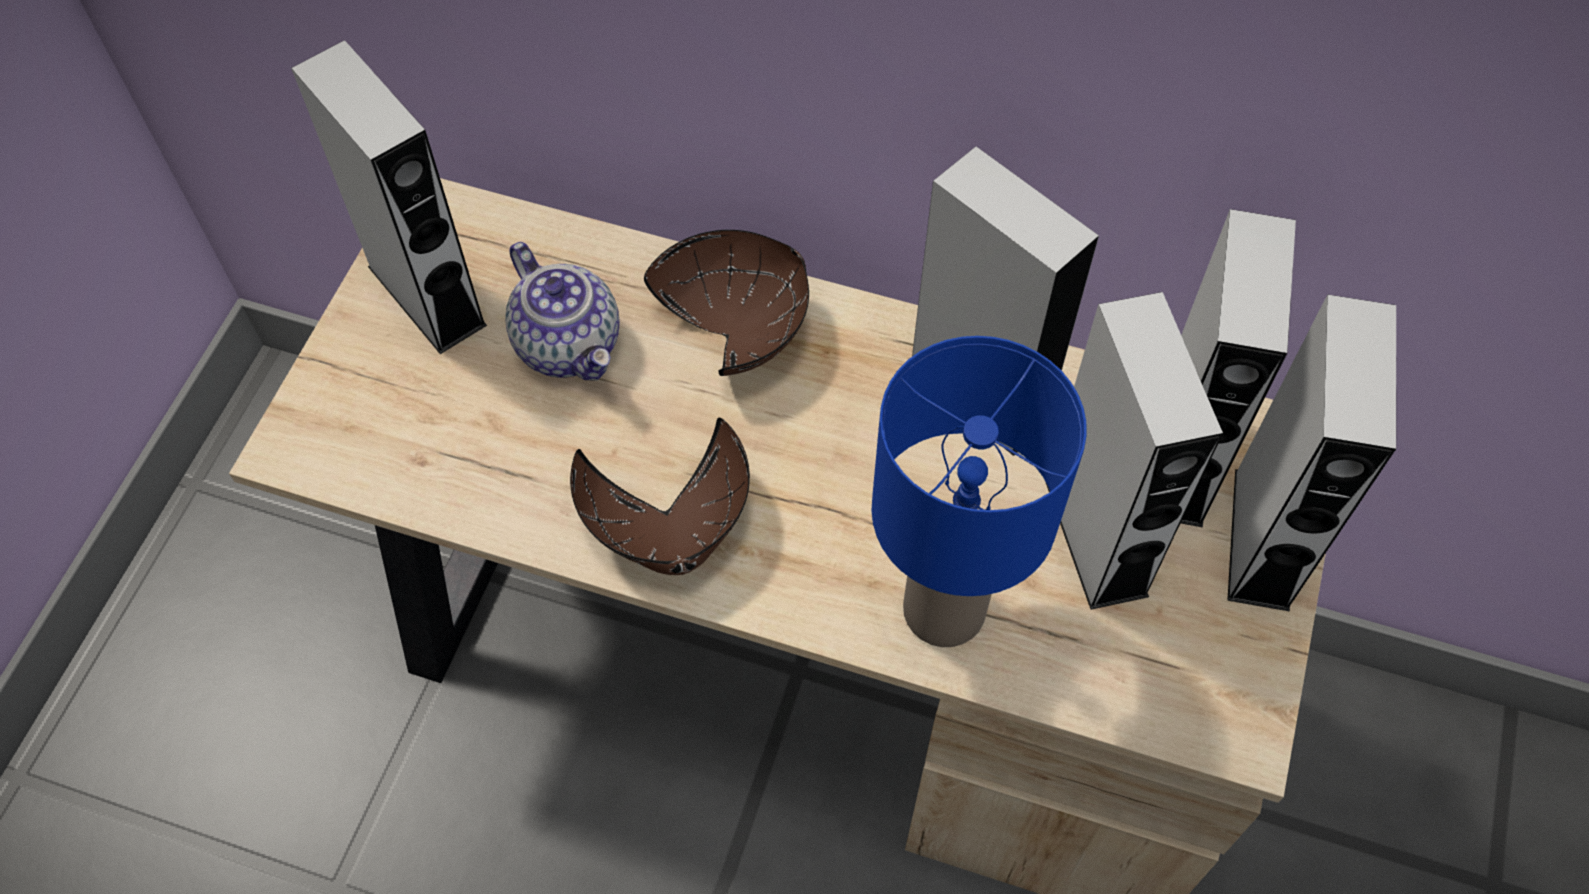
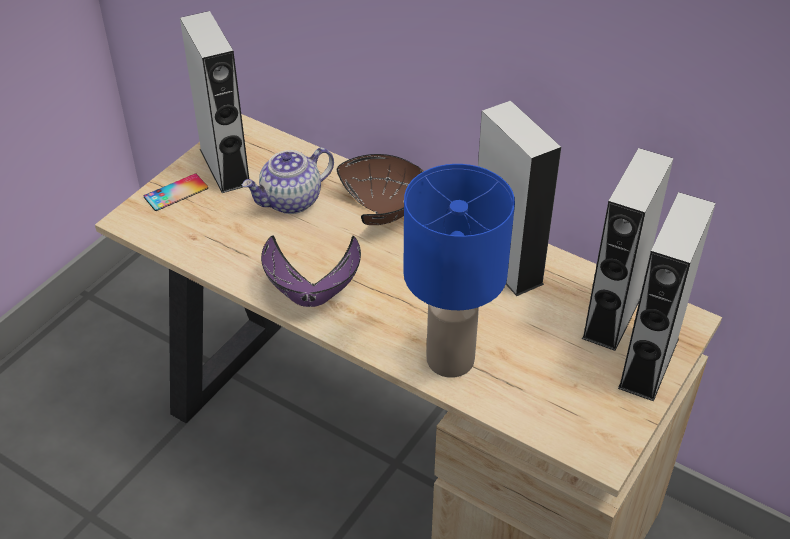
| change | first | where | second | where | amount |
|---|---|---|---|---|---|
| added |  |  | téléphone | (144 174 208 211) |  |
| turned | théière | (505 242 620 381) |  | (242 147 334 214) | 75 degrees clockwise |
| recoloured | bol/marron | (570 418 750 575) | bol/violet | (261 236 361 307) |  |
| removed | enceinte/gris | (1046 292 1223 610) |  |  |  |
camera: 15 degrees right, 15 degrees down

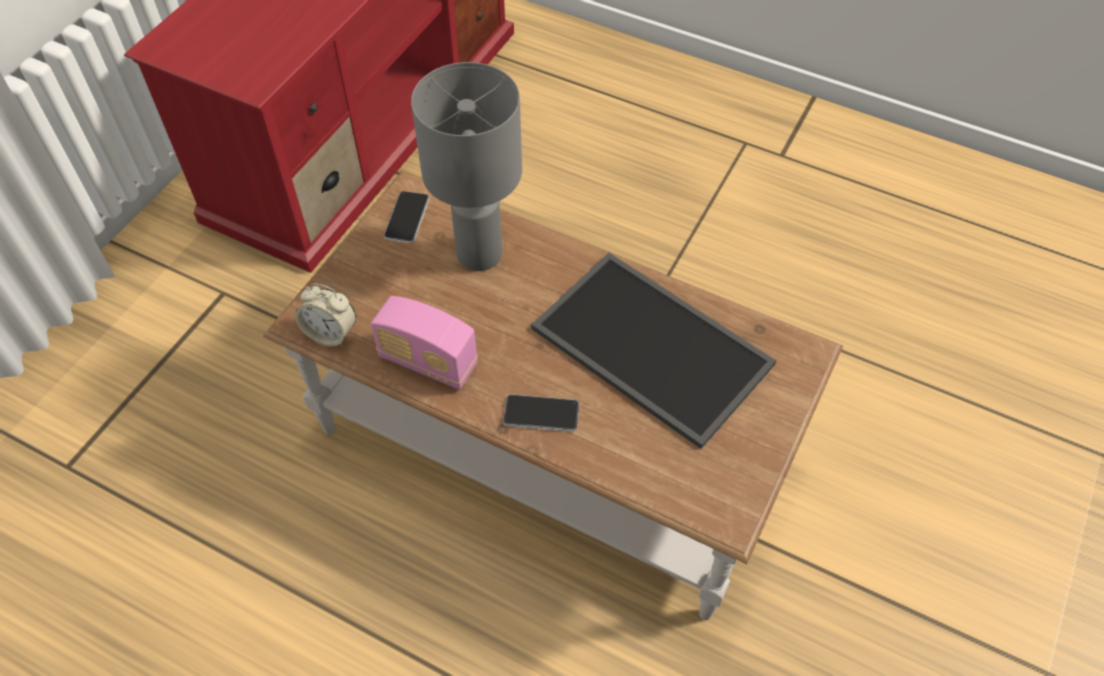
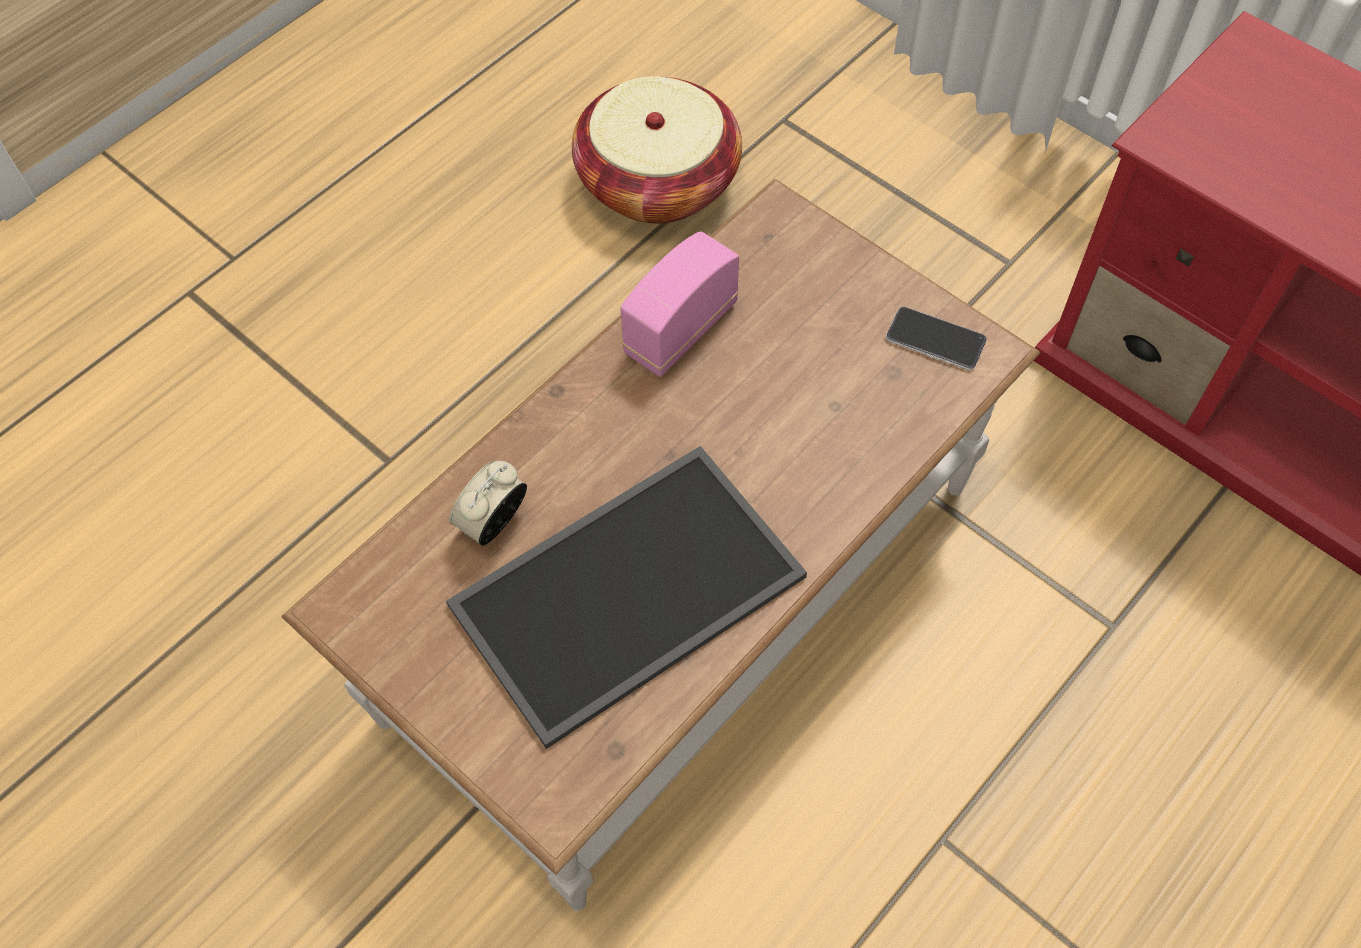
| change | first | where | second | where | amount |
|---|---|---|---|---|---|
| moved | réveil | (295 283 356 346) |  | (449 461 527 546) |  |
| added |  |  | panier | (572 76 742 224) |  |
| removed | lampe de table/gris | (411 62 522 271) |  |  |  |
| removed | téléphone | (503 394 580 432) |  |  |  |
camera: 105 degrees right, 5 degrees up

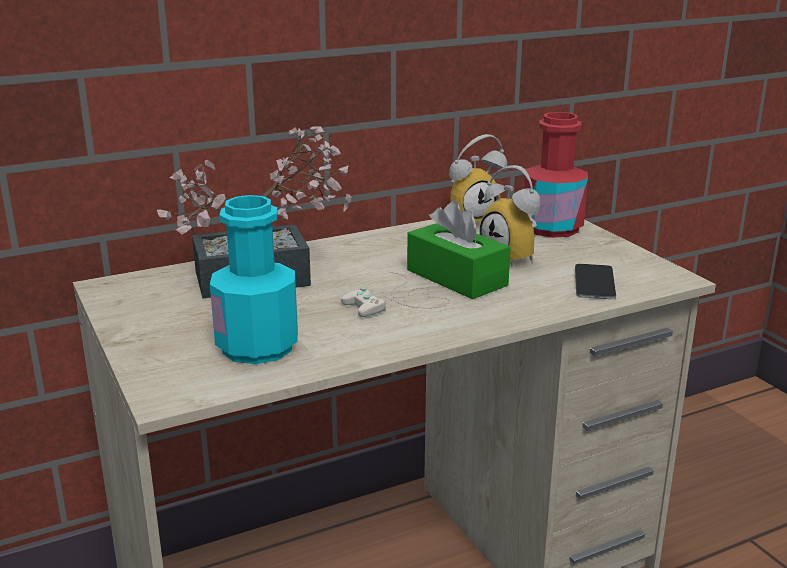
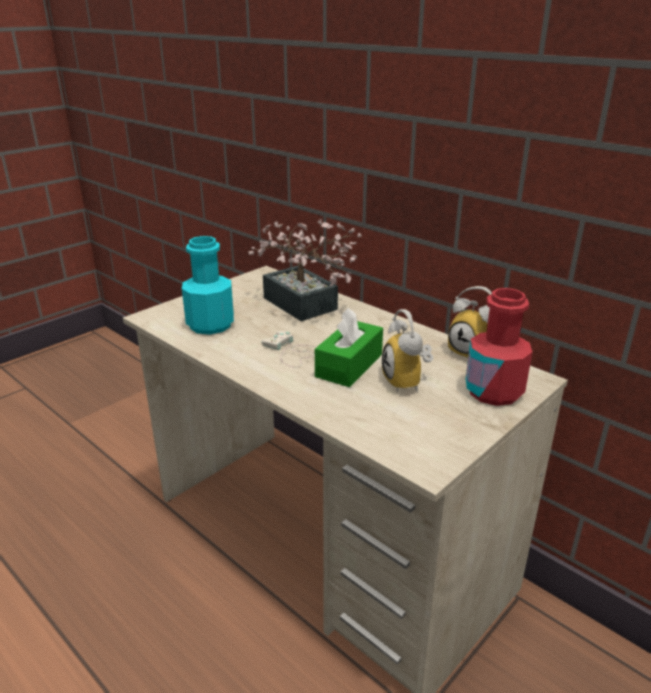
| change | first | where | second | where | amount |
|---|---|---|---|---|---|
| turned | réveil | (479 165 540 267) |  | (382 309 433 393) | 45 degrees counterclockwise |
| removed | téléphone | (575 264 616 299) |  |  |  |
camera: 70 degrees right, 5 degrees up

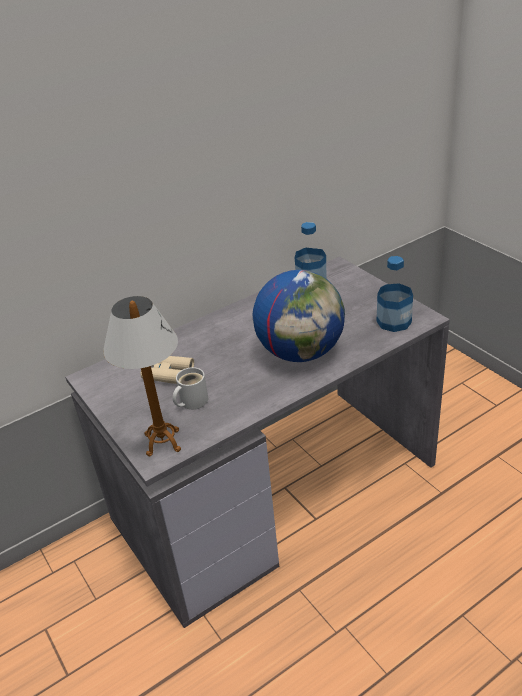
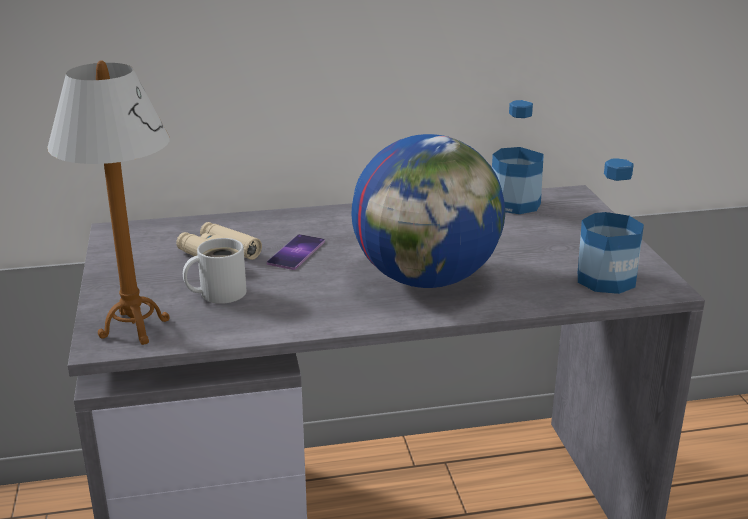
| change | first | where | second | where | amount |
|---|---|---|---|---|---|
| added |  |  | téléphone | (267 234 325 270) |  |
camera: 20 degrees right, 10 degrees down

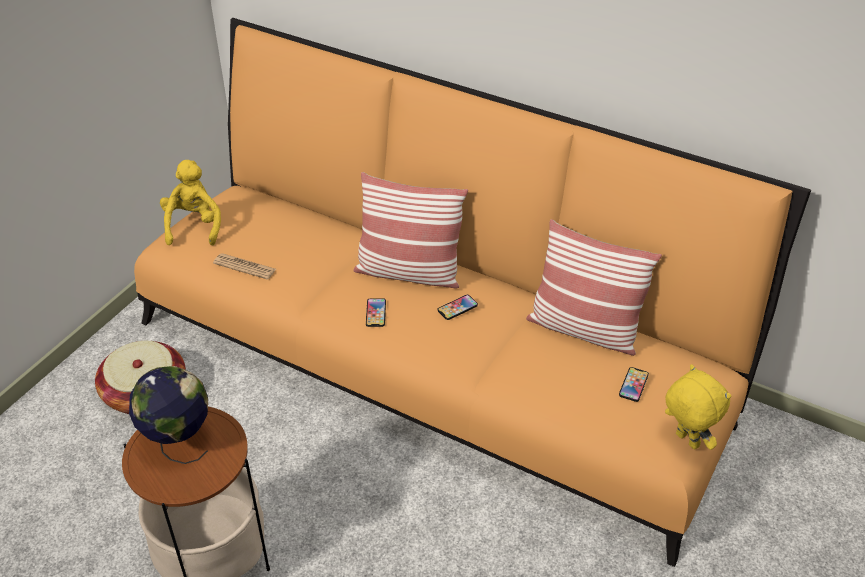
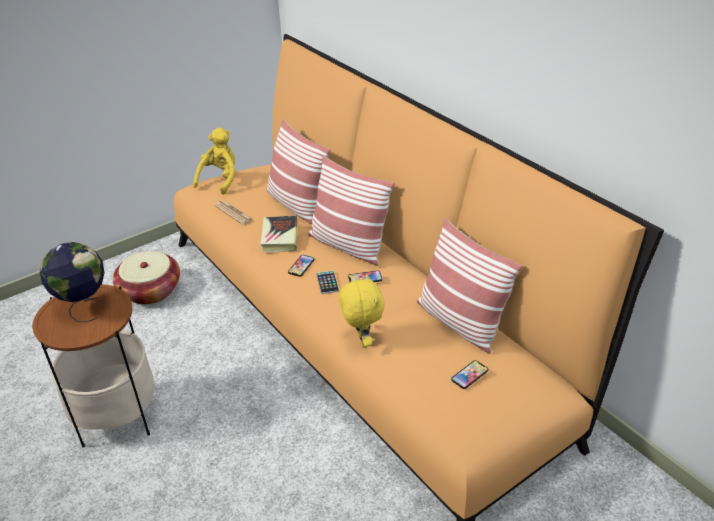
| change | first | where | second | where | amount |
|---|---|---|---|---|---|
| added |  |  | livre | (260 216 297 252) |  |
| added |  |  | coussin | (266 119 331 225) |  |
| added |  |  | téléphone | (316 270 339 294) |  |
| moved | peluche/jaune | (665 364 731 450) |  | (339 274 385 348) |  |
camera: 25 degrees right, 5 degrees down

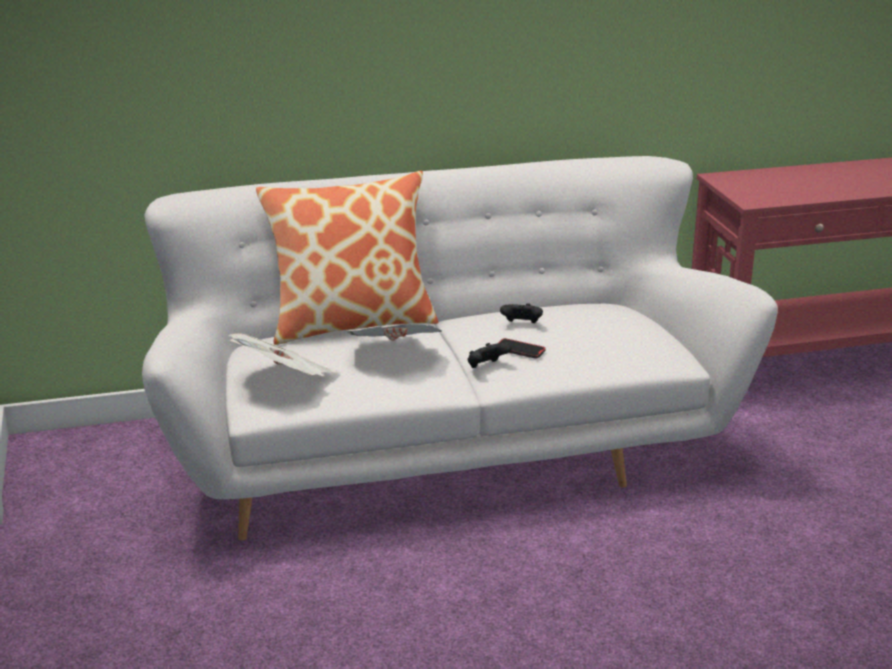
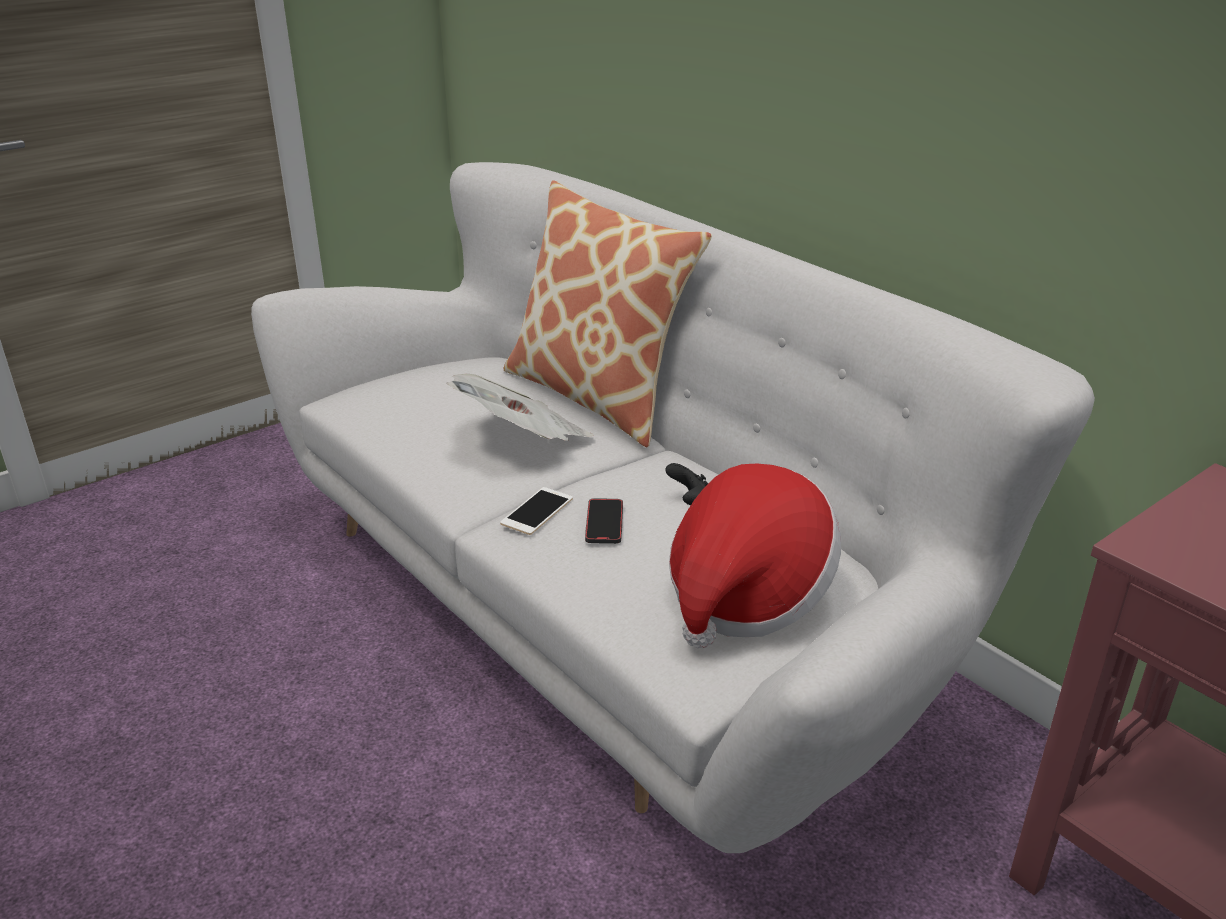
| change | first | where | second | where | amount |
|---|---|---|---|---|---|
| replaced | manette/noir | (467 343 512 368) | téléphone | (500 487 573 535) |  |
| added |  |  | chapeau | (669 464 841 648) |  |
| removed | journal | (229 333 339 376) |  |  |  |
camera: 65 degrees right, 5 degrees up

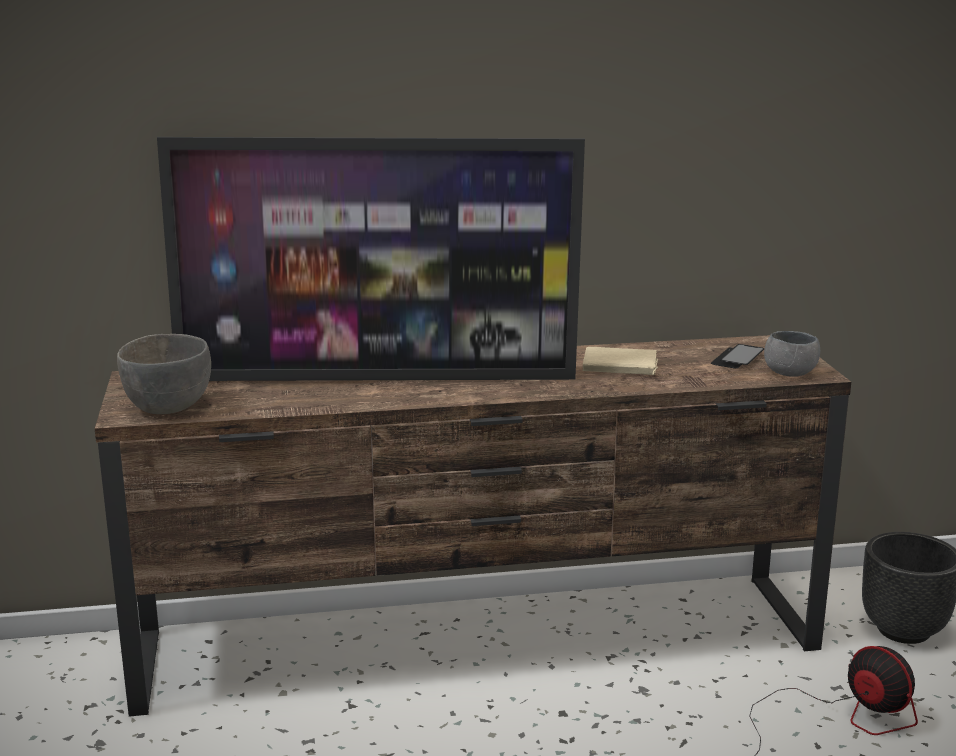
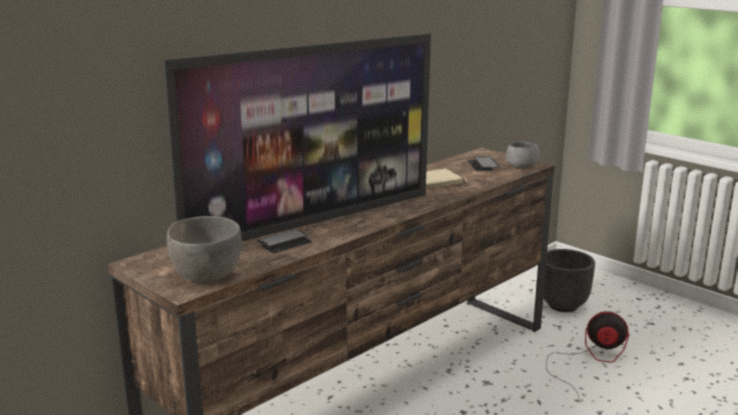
| change | first | where | second | where | amount |
|---|---|---|---|---|---|
| added |  |  | téléphone | (258 229 312 253) |  |
camera: 35 degrees left, 0 degrees up

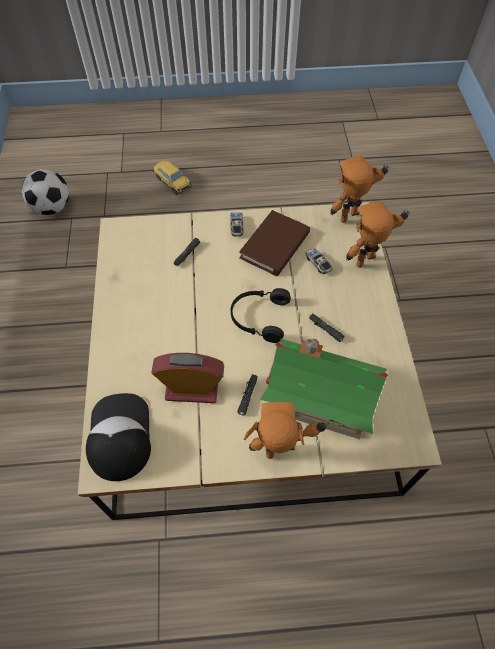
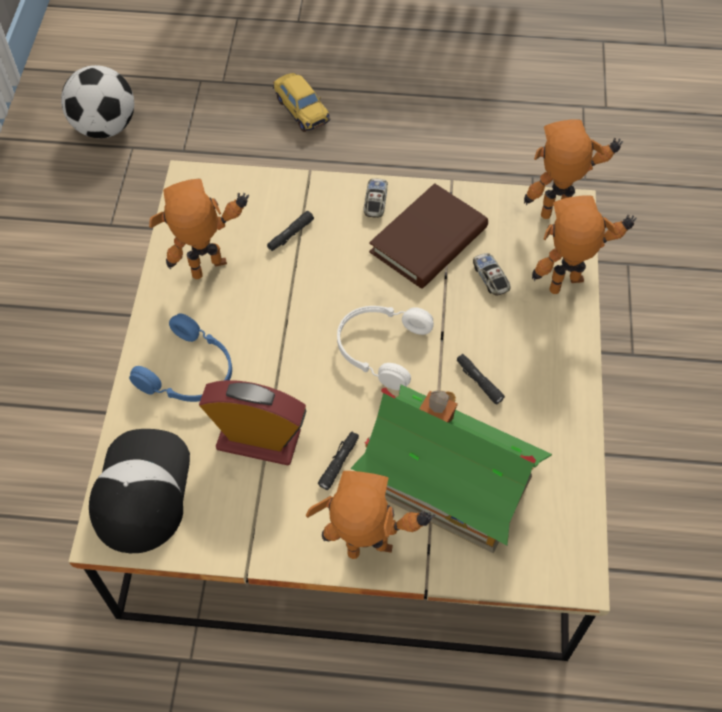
| change | first | where | second | where | amount |
|---|---|---|---|---|---|
| added |  |  | casque audio/bleu | (129 313 232 402) |  |
| added |  |  | robot jouet | (149 179 249 279) |  |
| recoloured | casque audio/noir | (231 288 291 343) | casque audio/blanc | (337 306 434 390) |  |
camera: 10 degrees right, 0 degrees up

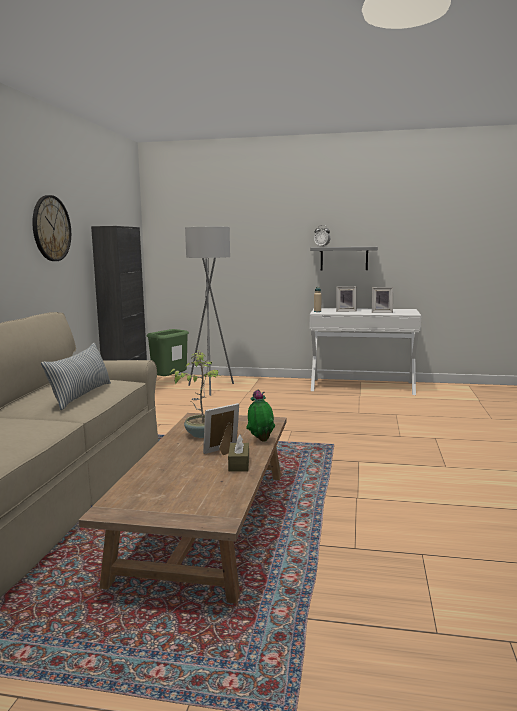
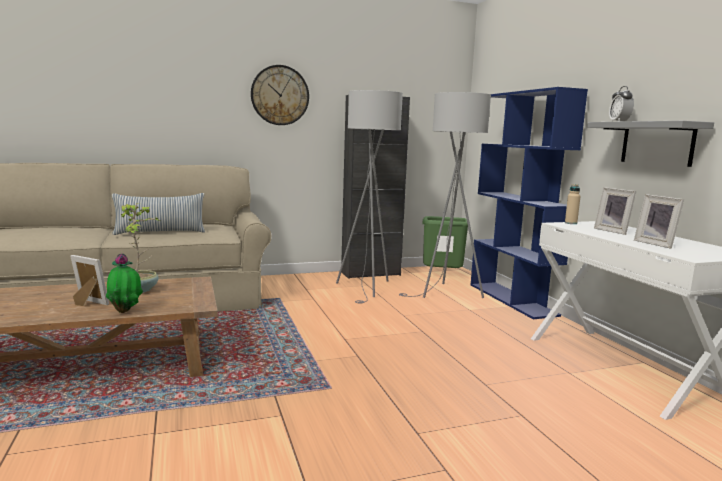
| change | first | where | second | where | amount |
|---|---|---|---|---|---|
| added |  |  | lampadaire/gris | (336 90 403 304) |  |
| added |  |  | bibliothèque/bleu | (471 87 588 319) |  |
| removed | boîte à mouchoirs/marron | (228 435 249 472) |  |  |  |
camera: 60 degrees right, 0 degrees up

